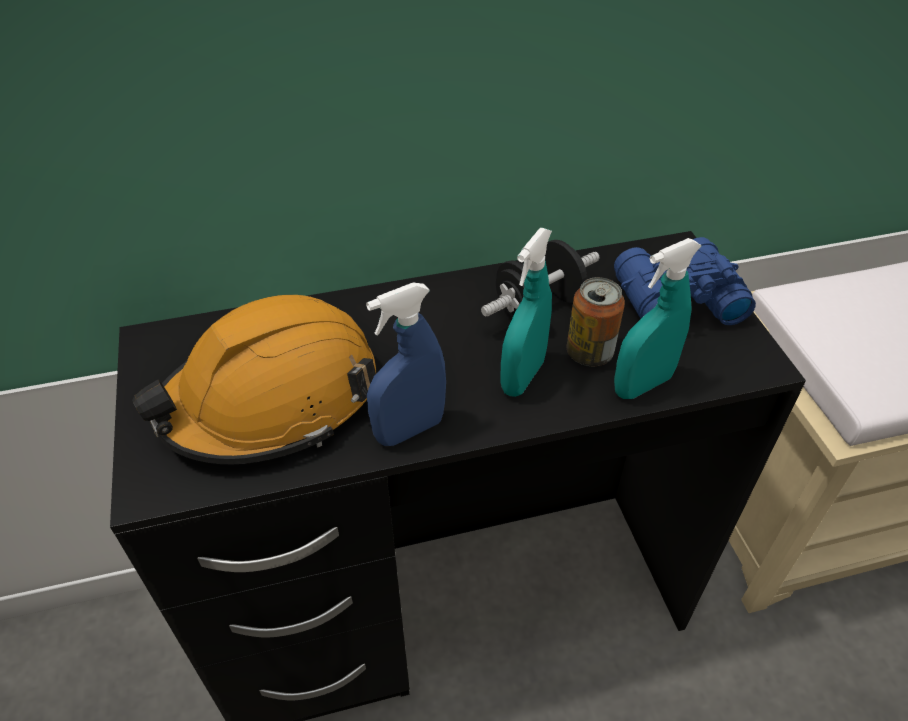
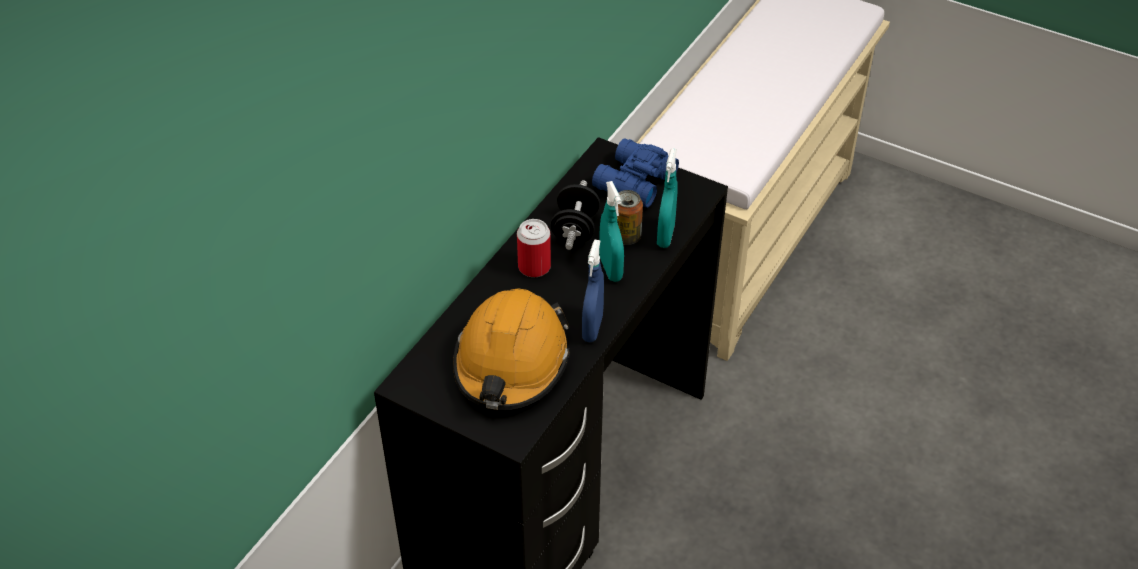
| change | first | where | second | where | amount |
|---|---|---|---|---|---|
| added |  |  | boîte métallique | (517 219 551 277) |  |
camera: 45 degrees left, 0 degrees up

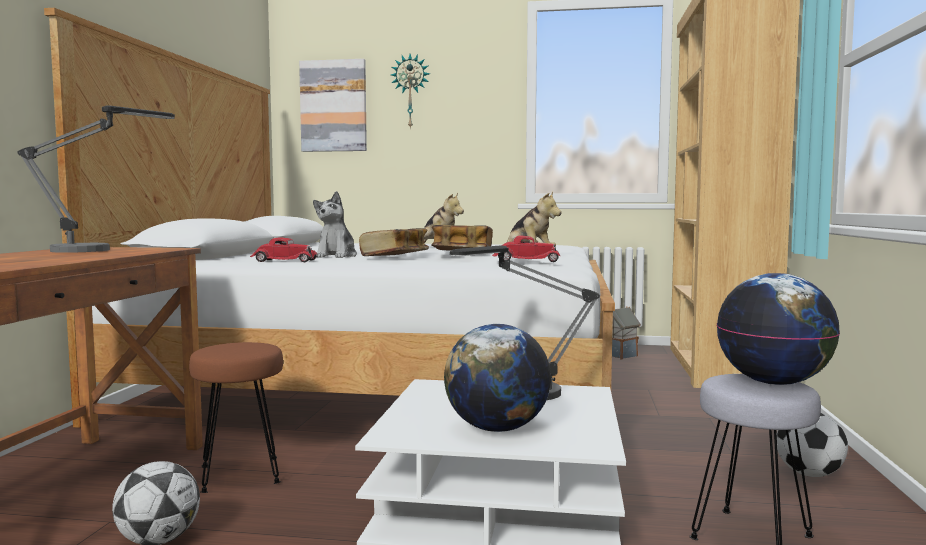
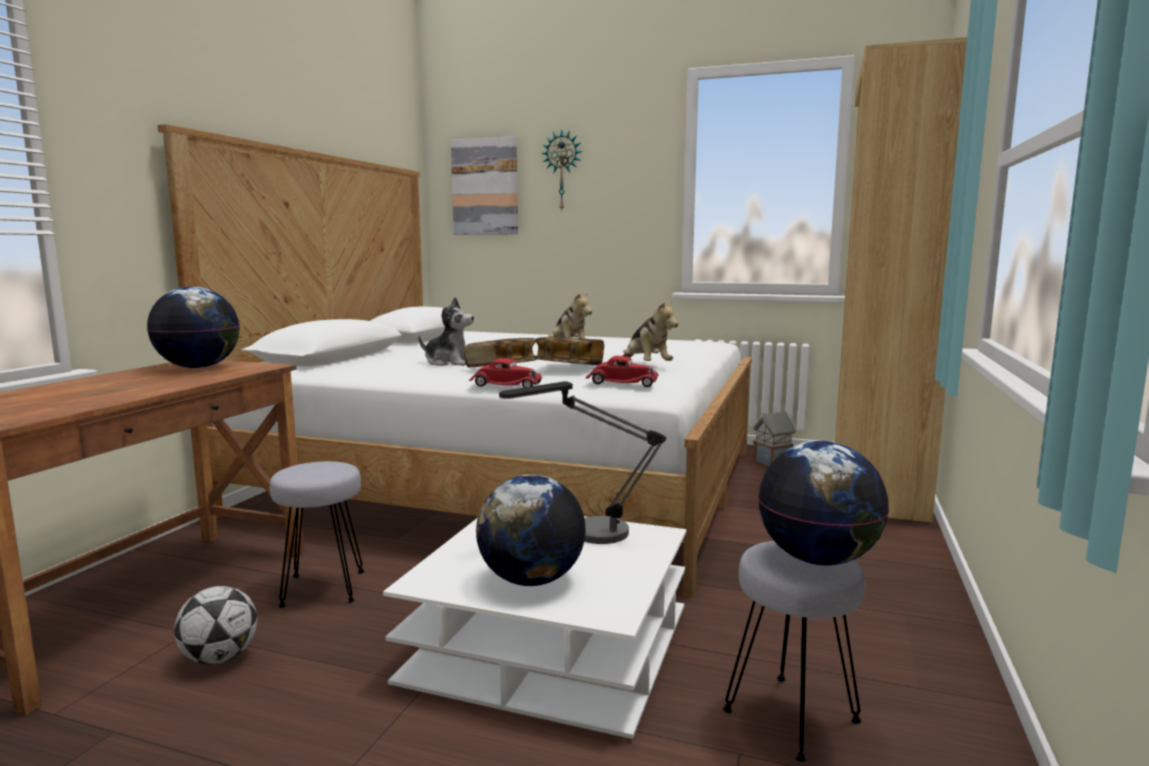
| change | first | where | second | where | amount |
|---|---|---|---|---|---|
| replaced | lampe de table | (17 105 175 253) | globe | (147 286 240 368) |  |
| recoloured | tabouret/marron | (189 342 283 493) | tabouret/gris | (270 461 364 608) |  |
| turned | peluche | (313 191 357 258) |  | (418 297 474 366) | 90 degrees counterclockwise |
| moved | petite voiture/rouge | (250 238 318 262) |  | (469 358 542 388) |  |
| removed | ballon de foot | (777 413 848 477) |  |  |  |
camera: 10 degrees right, 5 degrees up

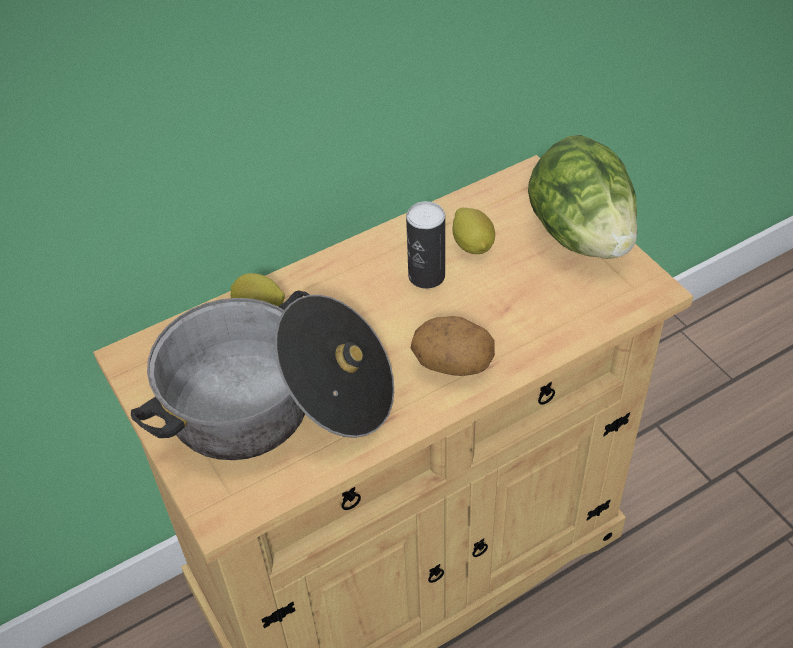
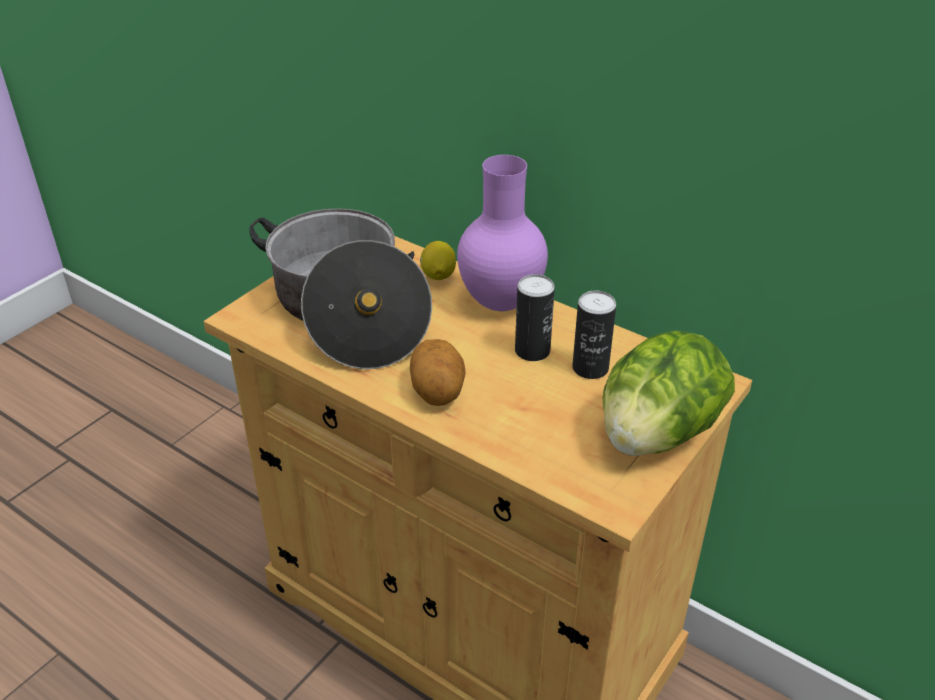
| change | first | where | second | where | amount |
|---|---|---|---|---|---|
| added |  |  | vase/violet | (457 155 548 311) |  |
| replaced | citron | (453 207 495 254) | boîte métallique | (572 291 616 379) |  |
camera: 65 degrees right, 10 degrees down

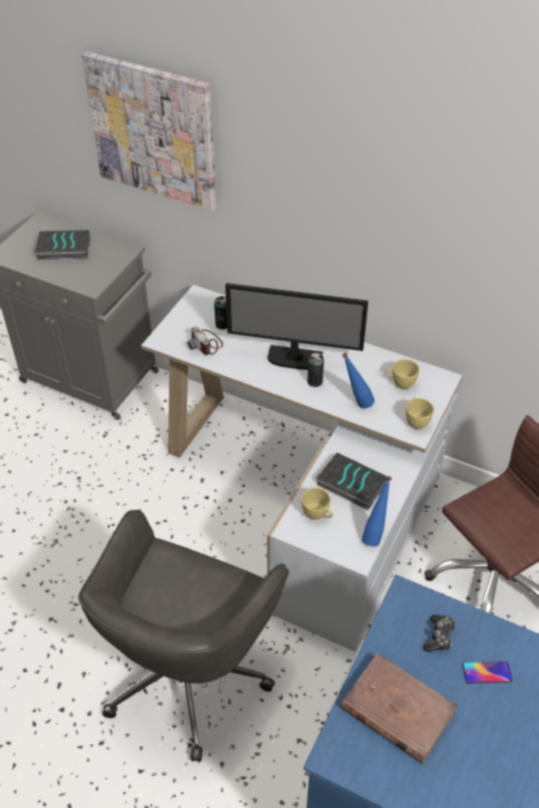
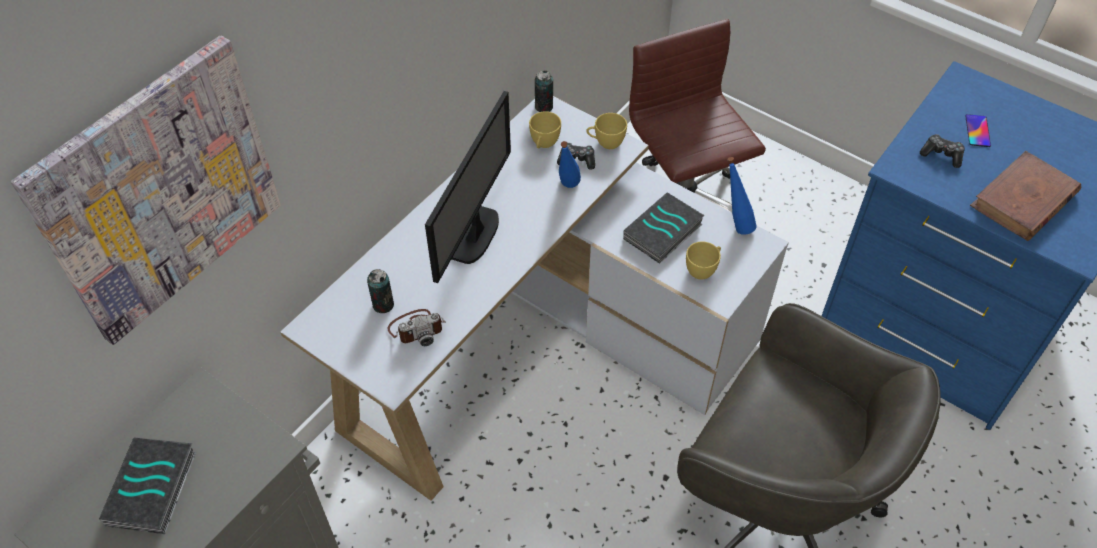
| change | first | where | second | where | amount |
|---|---|---|---|---|---|
| moved | boîte métallique | (307 353 324 387) |  | (535 71 553 112) |  |
| added |  |  | manette | (557 143 595 170) |  |
camera: 80 degrees left, 5 degrees up

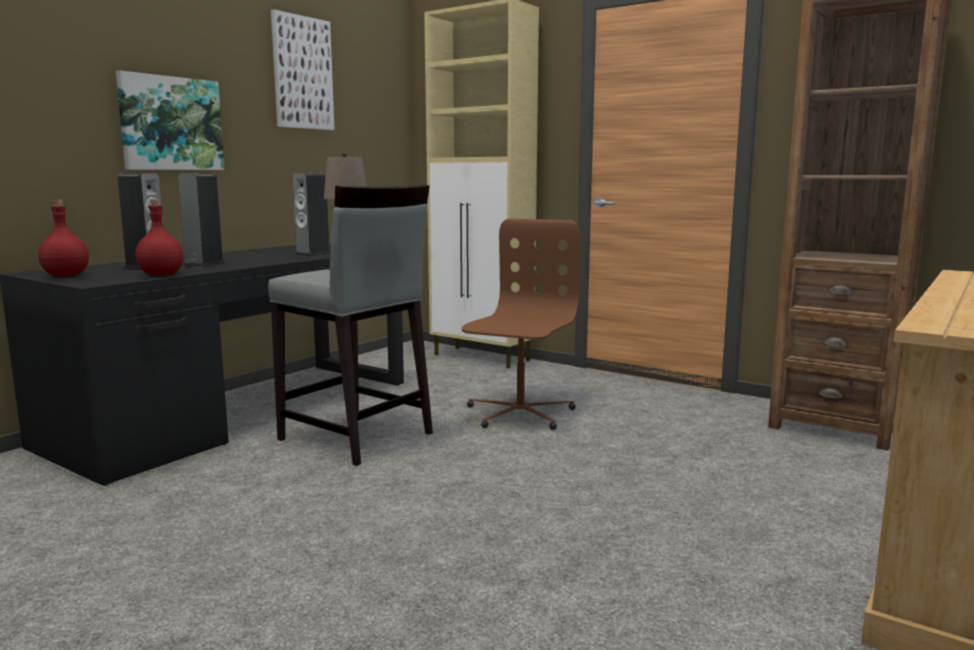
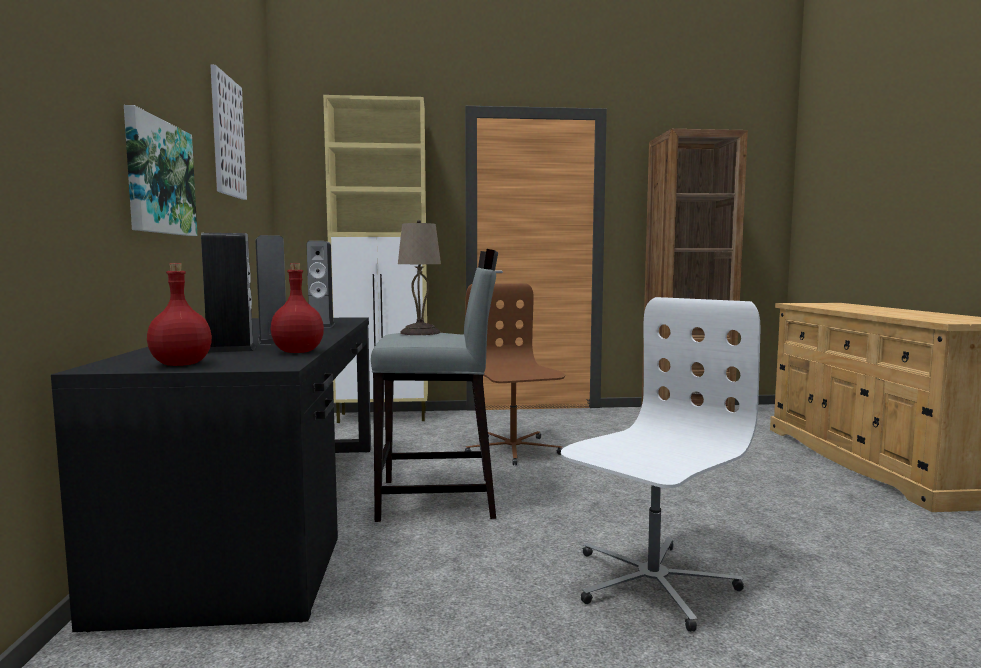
| change | first | where | second | where | amount |
|---|---|---|---|---|---|
| added |  |  | chaise de bureau/blanc | (561 297 760 632) |  |
camera: 40 degrees left, 5 degrees down

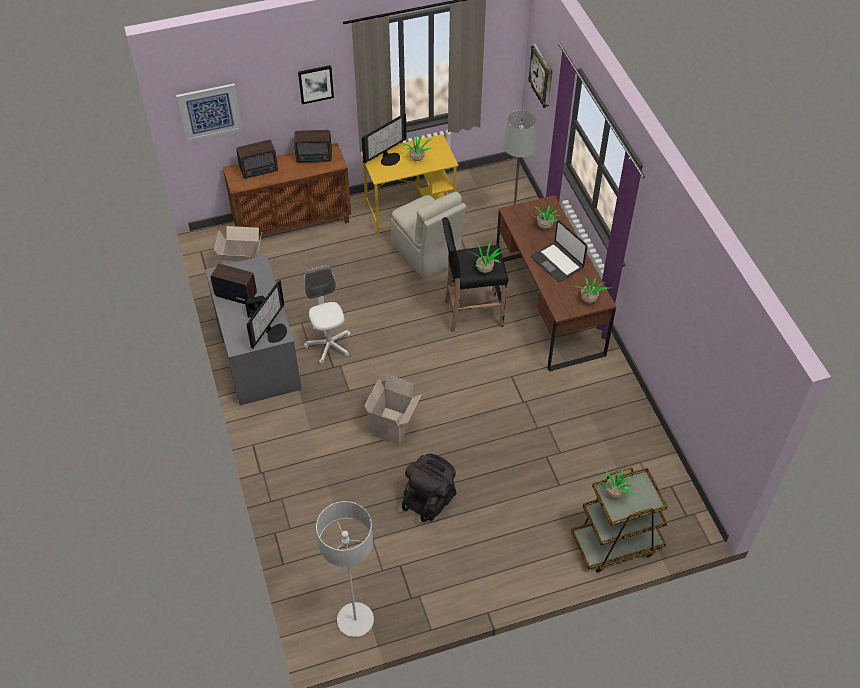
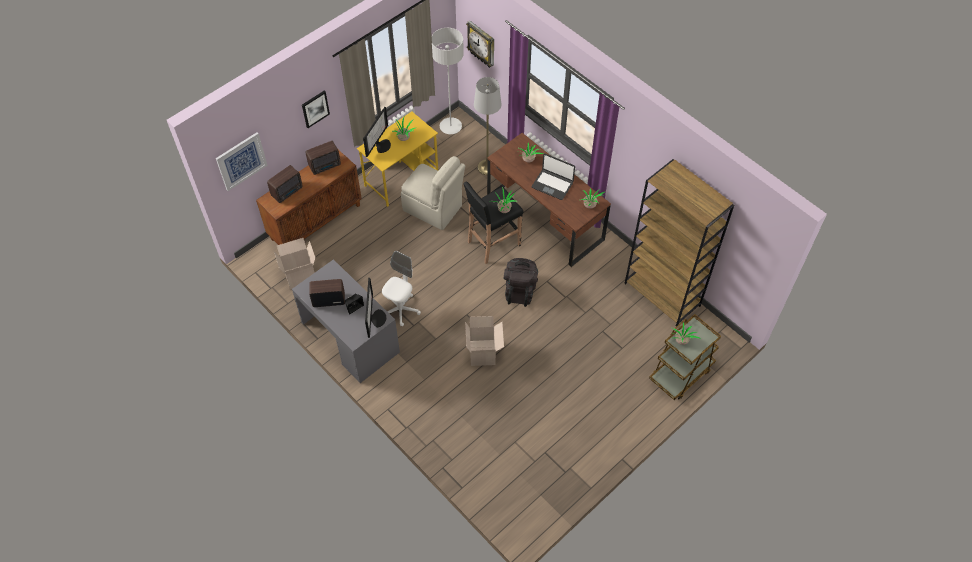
| change | first | where | second | where | amount |
|---|---|---|---|---|---|
| turned | chaise de bureau/blanc | (304 265 351 364) |  | (382 251 421 327) | 75 degrees clockwise |
| moved | lampadaire/gris | (316 501 374 637) |  | (432 28 464 134) |  |
| moved | sac à dos/noir | (402 454 456 522) |  | (504 258 538 307) |  |
| added |  |  | bibliothèque/marron | (625 159 734 327) |  |
camera: 25 degrees left, 5 degrees up

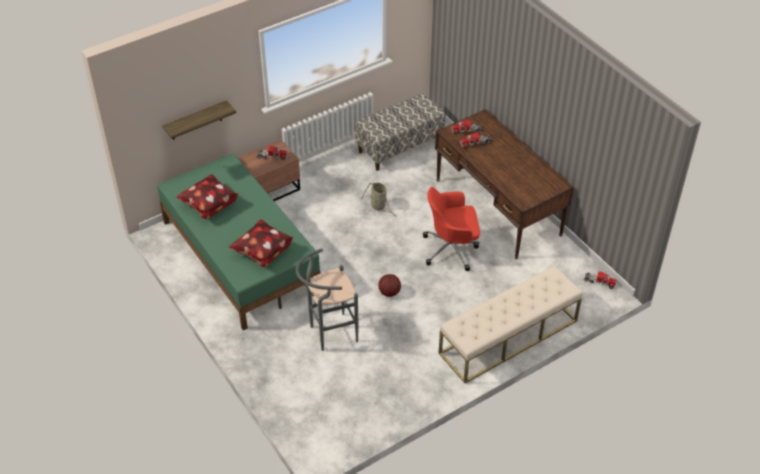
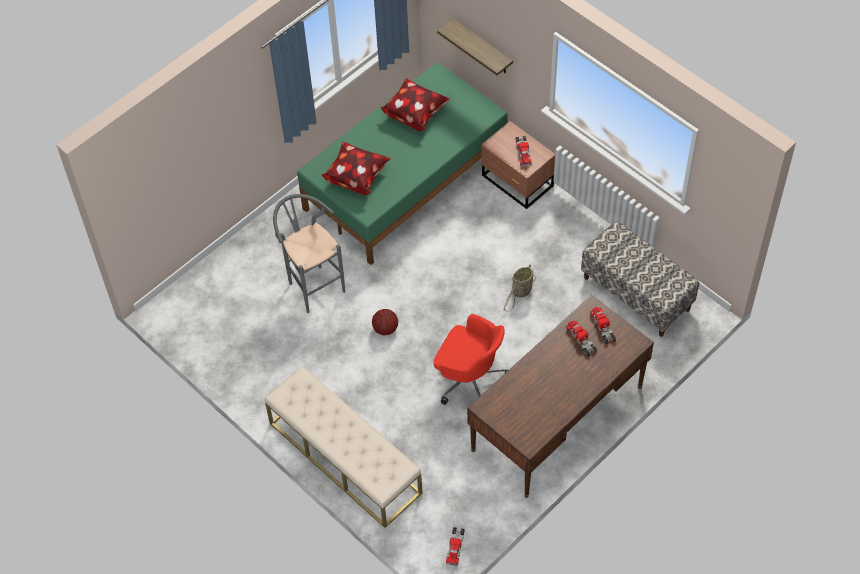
| change | first | where | second | where | amount |
|---|---|---|---|---|---|
| turned | chaise de bureau/rouge | (423 187 480 271) |  | (434 314 508 405) | 135 degrees clockwise |
camera: 80 degrees right, 10 degrees up

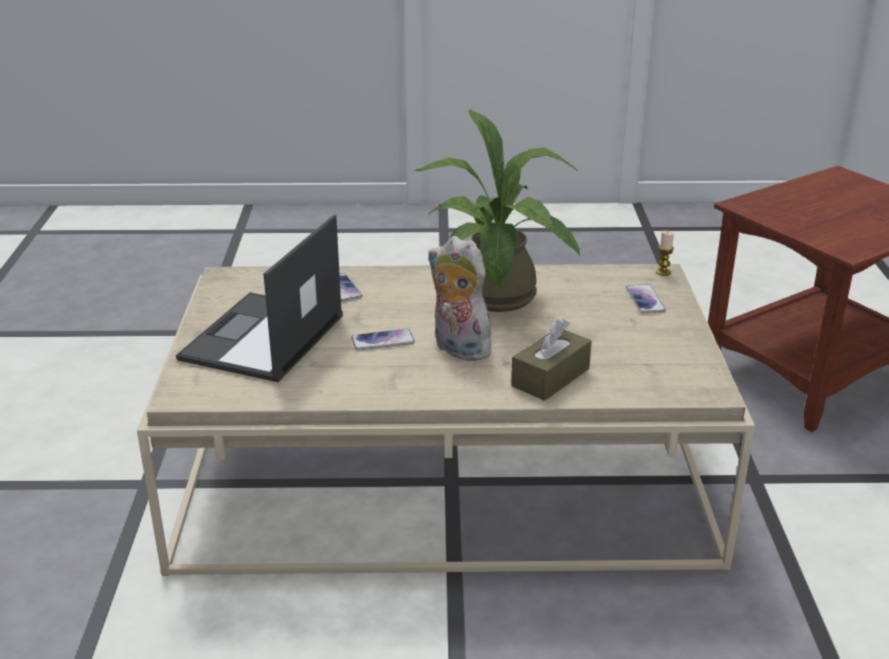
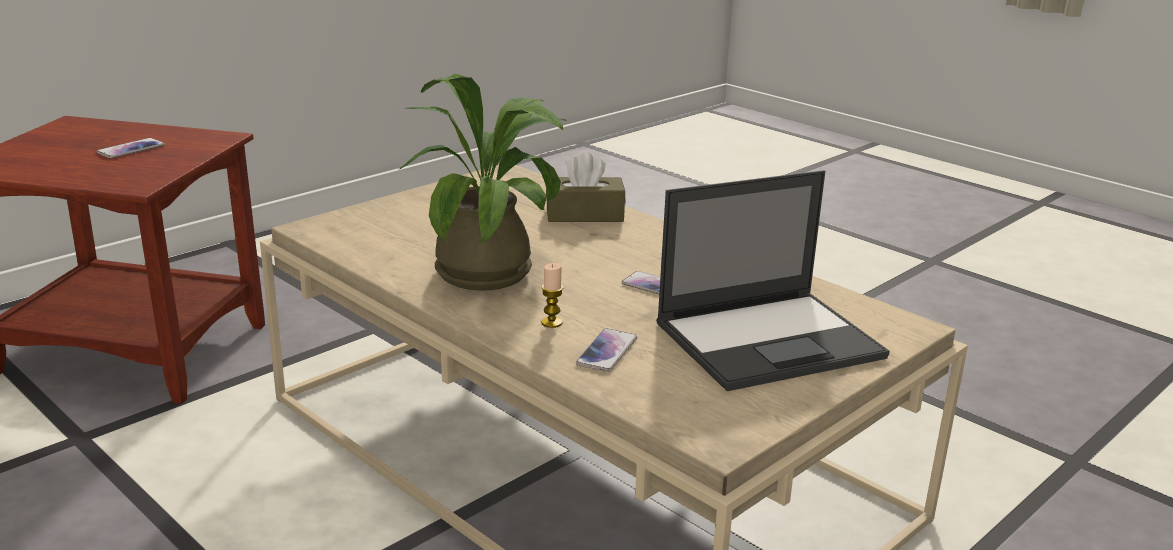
| change | first | where | second | where | amount |
|---|---|---|---|---|---|
| moved | téléphone | (626 284 666 313) |  | (97 138 165 158) |  |
| moved | bougie | (656 231 674 276) |  | (541 263 563 328) |  |
| removed | peluche | (427 236 494 361) |  |  |  |
camera: 135 degrees left, 5 degrees down

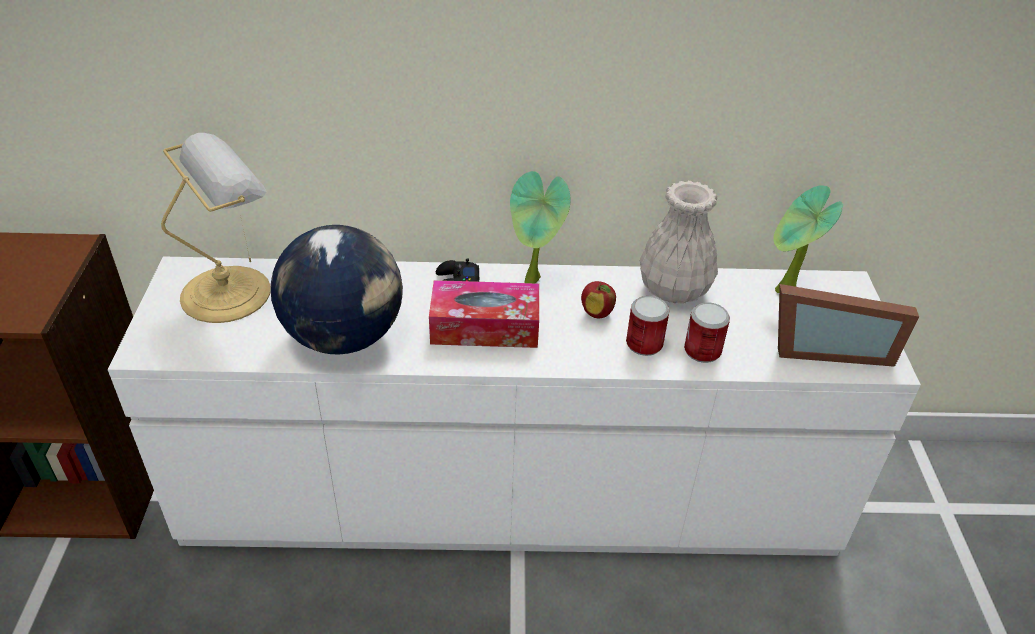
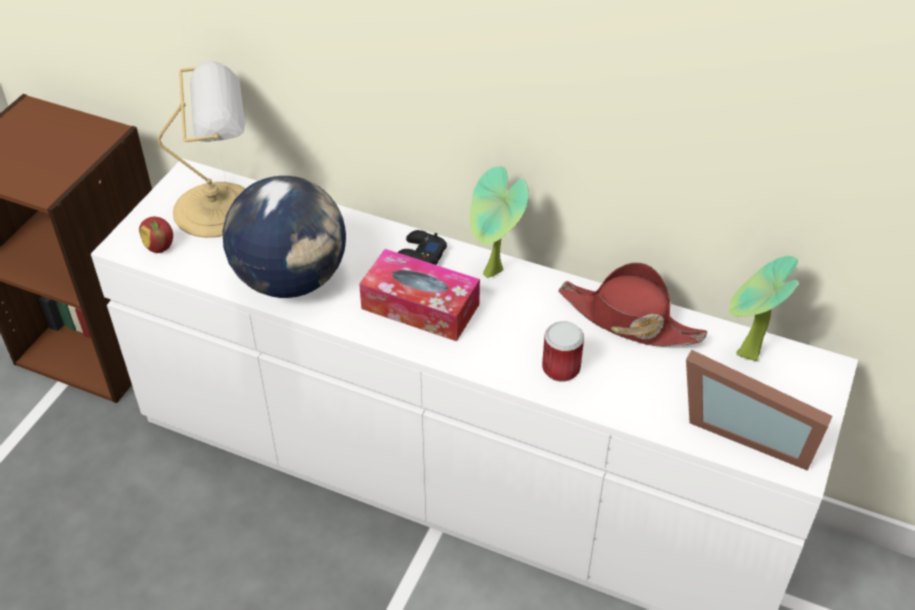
| change | first | where | second | where | amount |
|---|---|---|---|---|---|
| moved | pomme | (581 281 616 318) |  | (139 217 173 253) |  |
| replaced | vase/blanc | (640 181 718 303) | chapeau/rouge | (559 262 707 347) |  |
| removed | boîte métallique | (684 302 730 363) |  |  |  |
camera: 25 degrees right, 5 degrees up

